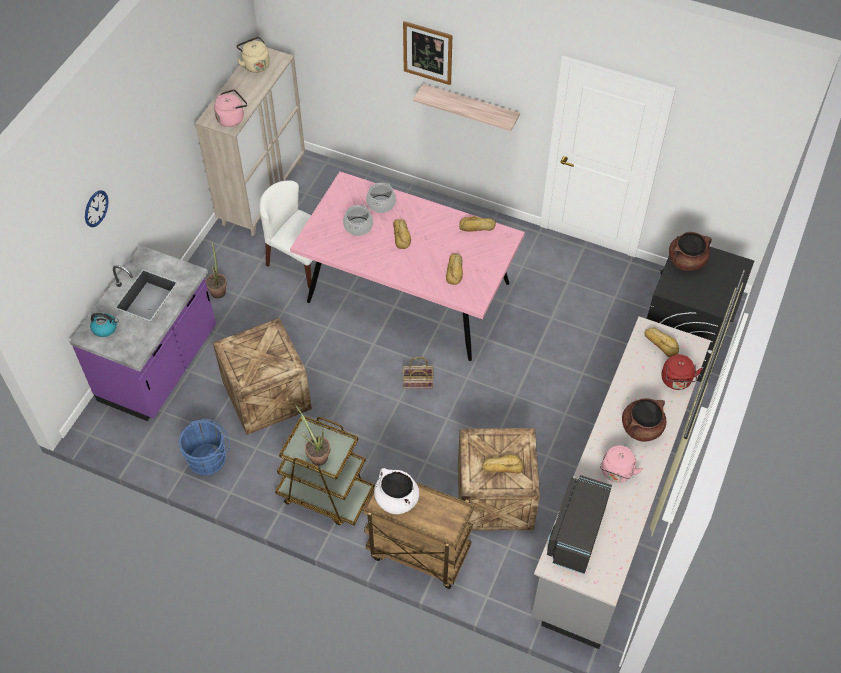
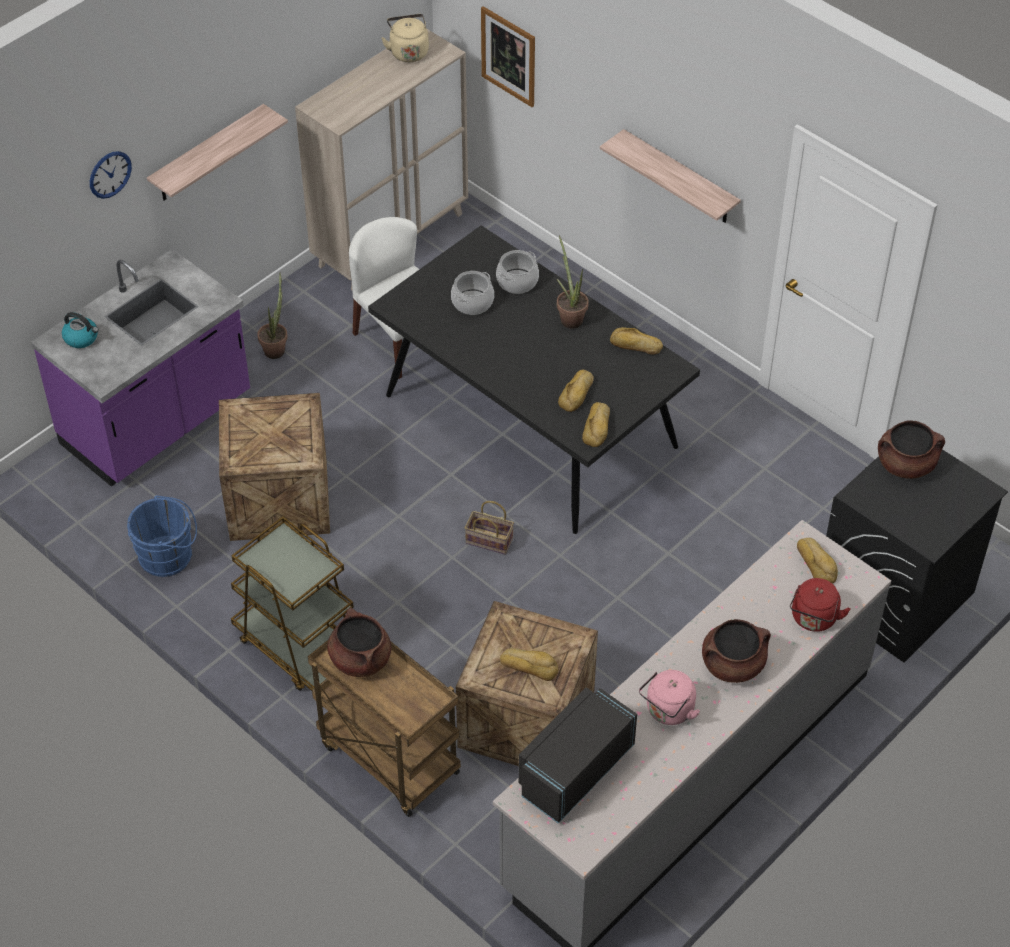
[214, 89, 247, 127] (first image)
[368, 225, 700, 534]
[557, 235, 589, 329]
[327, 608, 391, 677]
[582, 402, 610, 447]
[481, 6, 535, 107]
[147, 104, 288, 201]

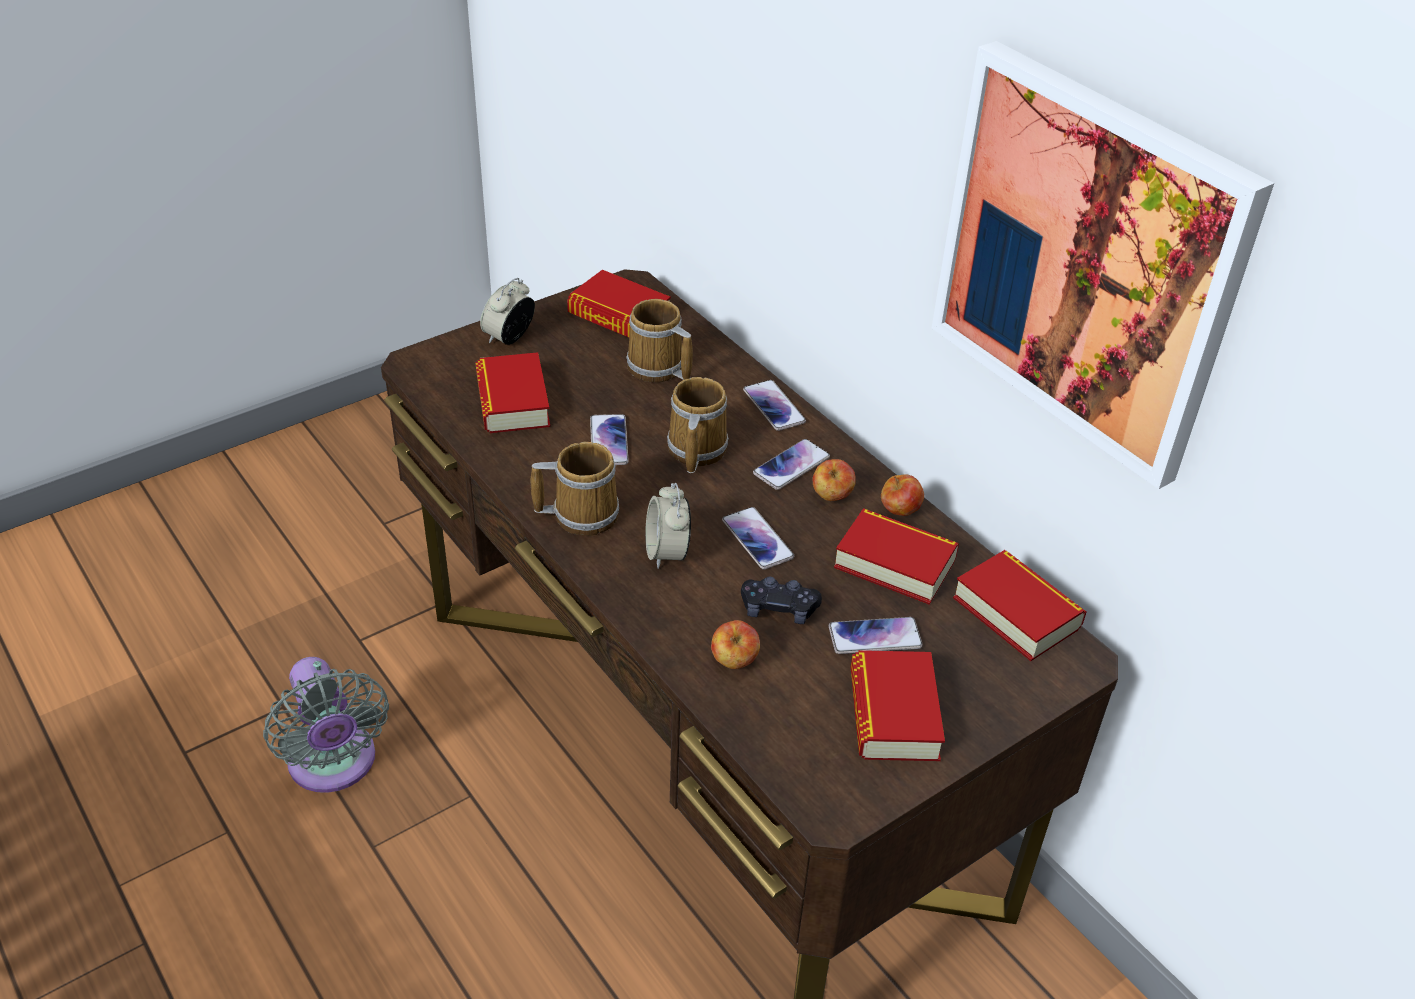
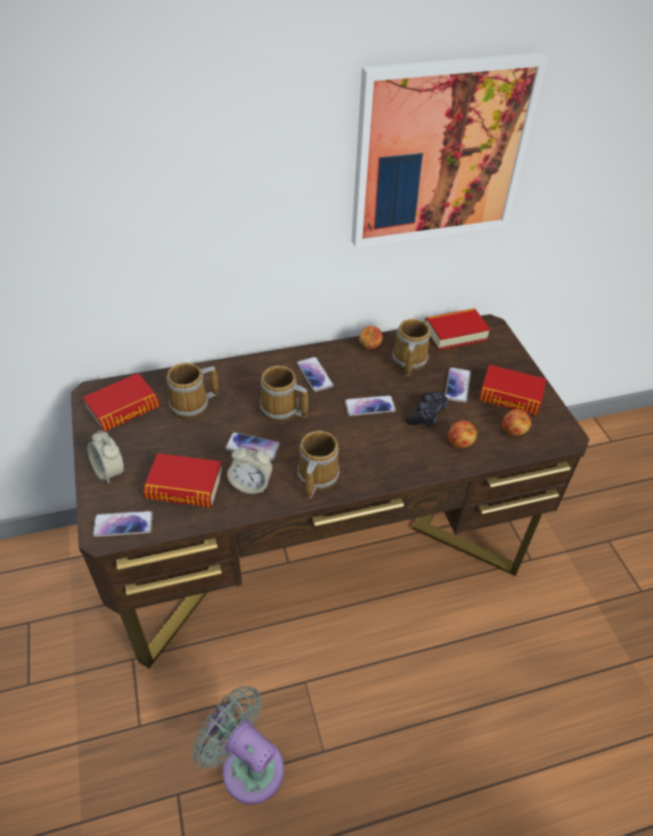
[192, 686, 284, 805]
[227, 444, 273, 494]
[92, 511, 153, 537]
[502, 409, 531, 436]
[392, 319, 430, 376]

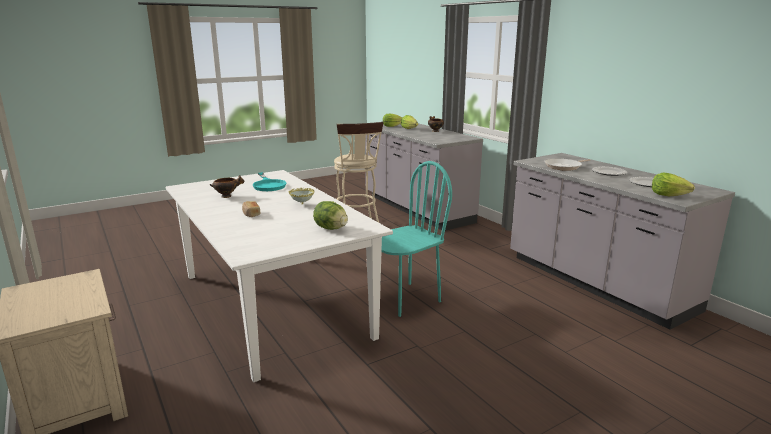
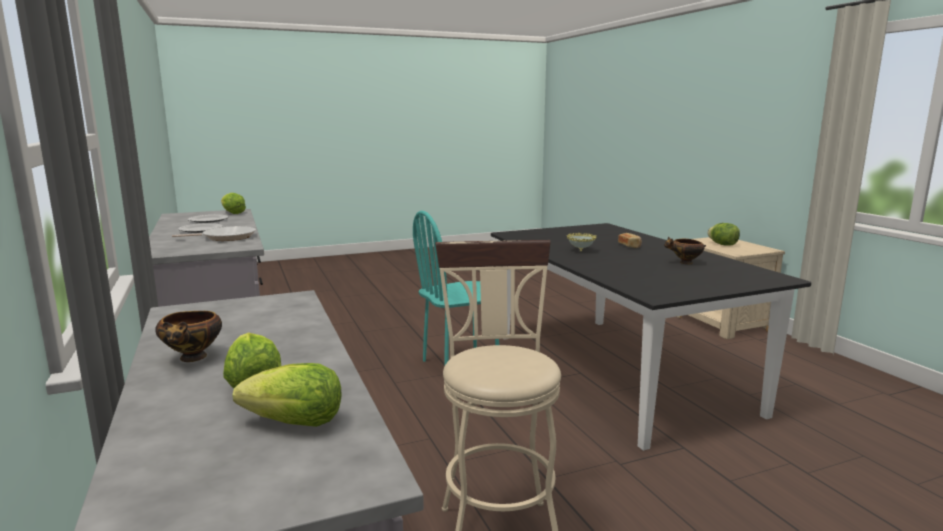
[491, 223, 811, 451]
[253, 172, 286, 191] (first image)
[707, 223, 740, 246]

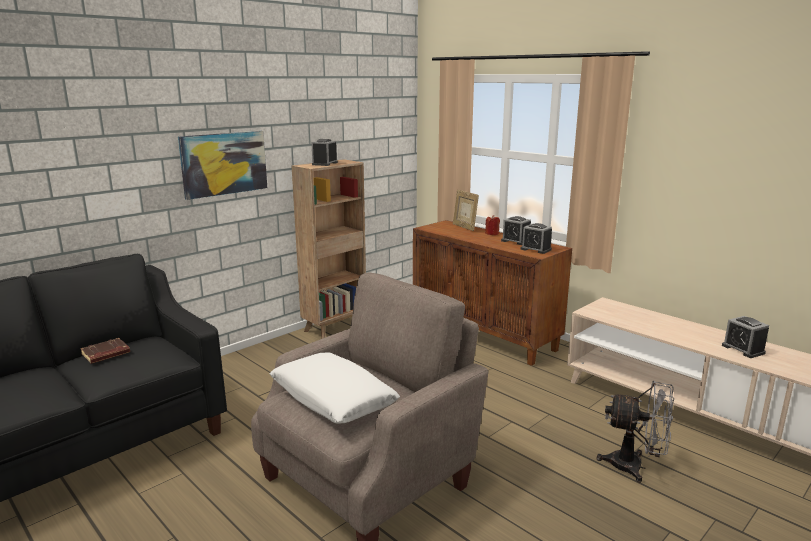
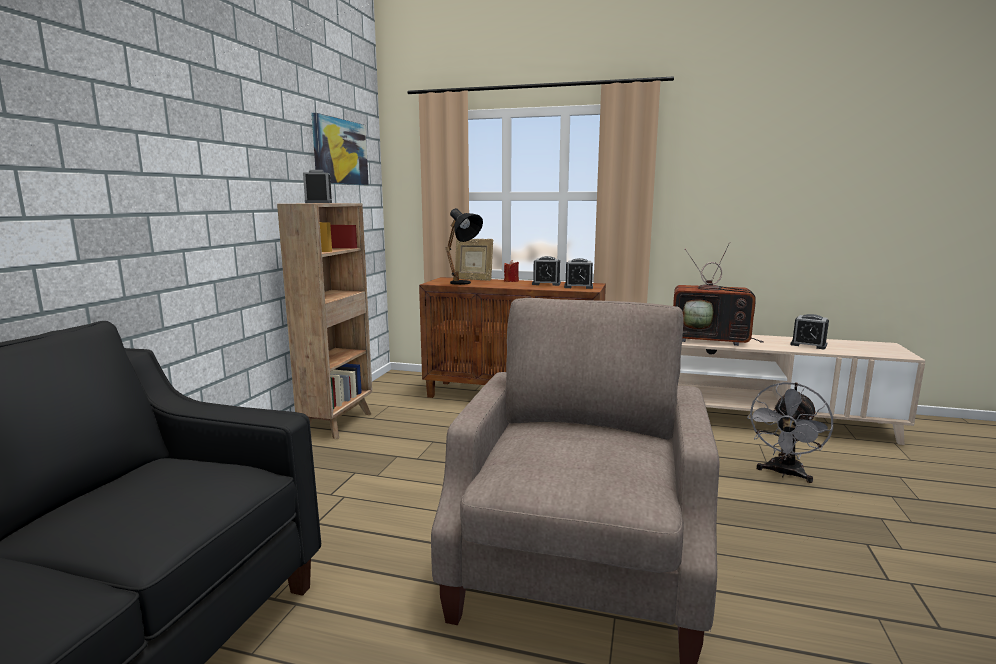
[80, 338, 130, 364] (first image)
[311, 113, 369, 185]
[270, 352, 400, 424] (first image)
[747, 382, 833, 483]
[446, 208, 483, 285]
[673, 242, 764, 346]

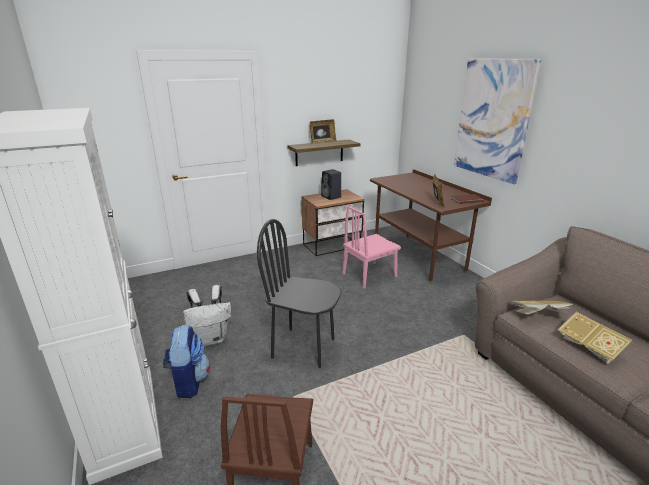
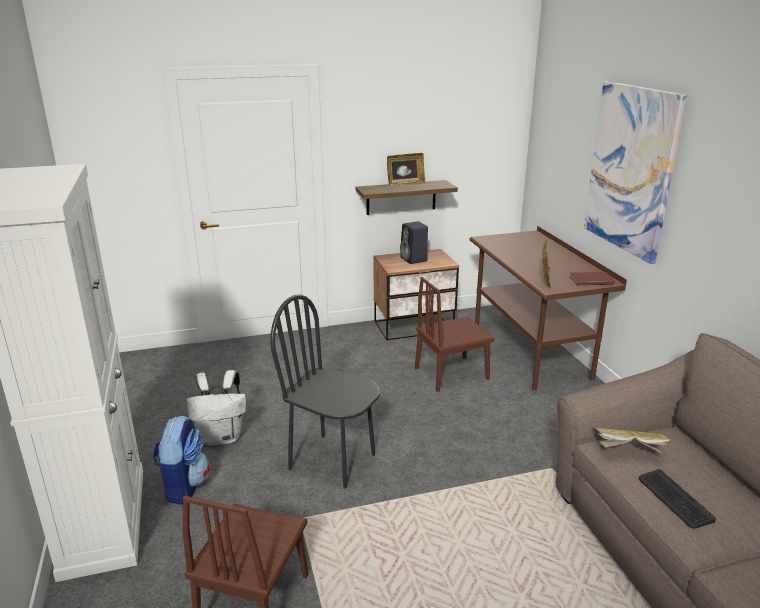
[415, 277, 495, 392]
[639, 469, 716, 529]

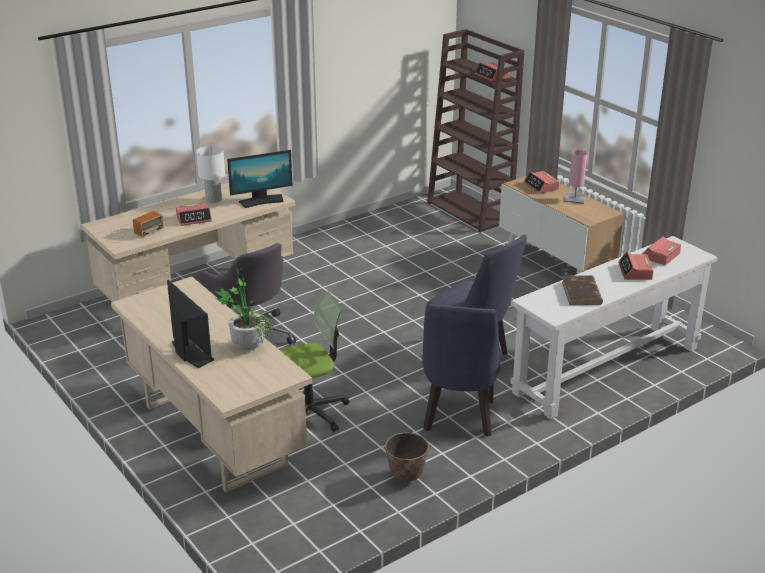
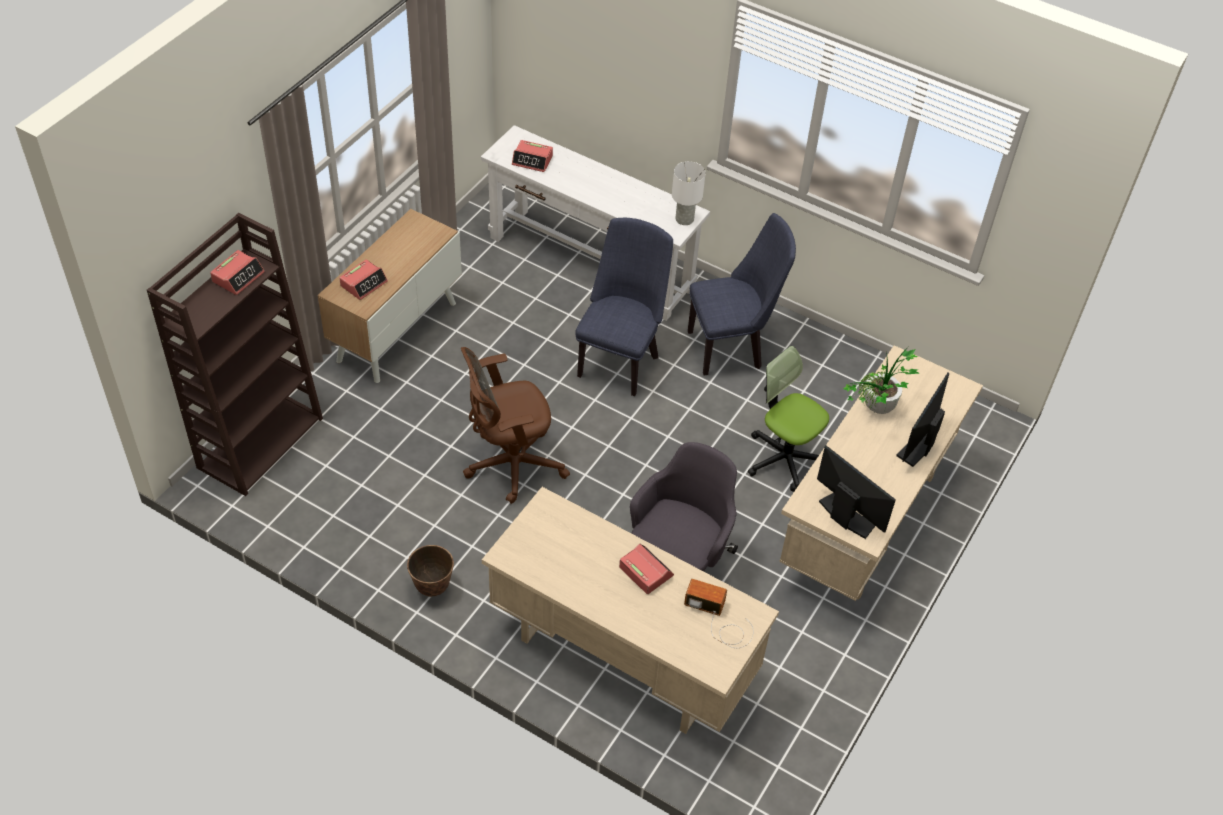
[672, 161, 706, 225]
[817, 445, 896, 539]
[407, 545, 454, 597]
[562, 275, 603, 305] (first image)
[564, 150, 587, 204] (first image)
[618, 252, 654, 280] (first image)
[461, 347, 570, 504]

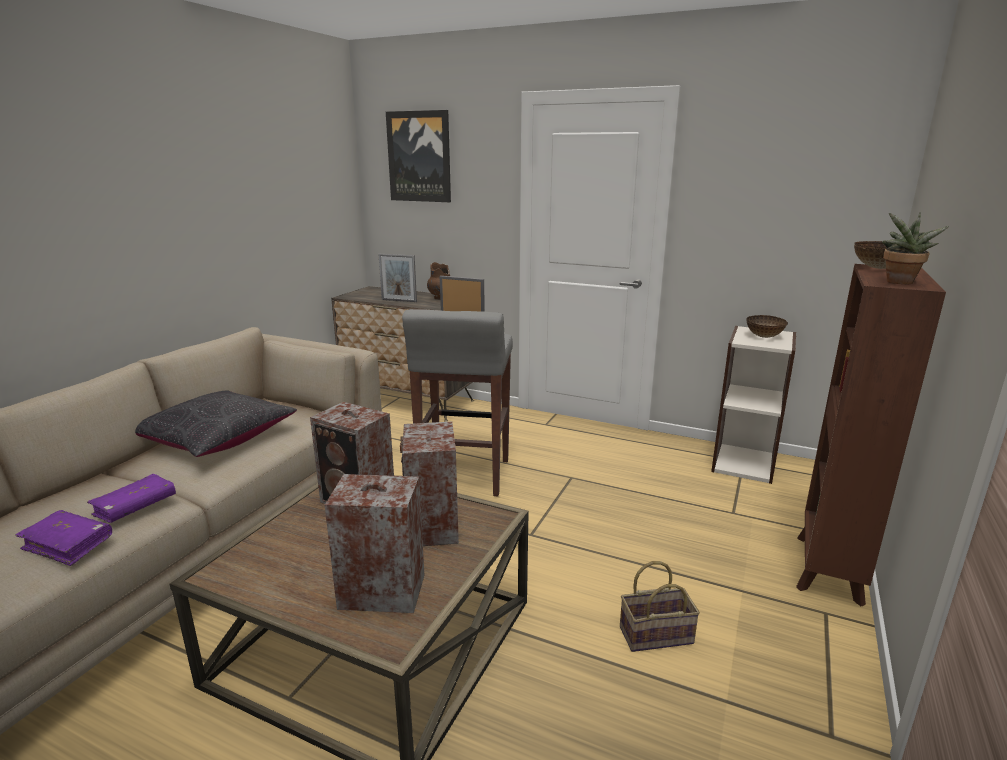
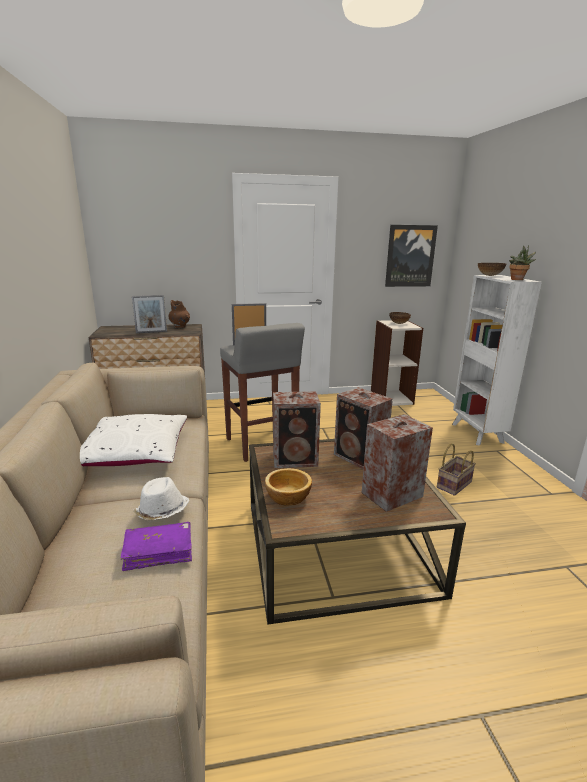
[133, 477, 189, 520]
[80, 414, 187, 466]
[385, 225, 438, 287]
[452, 275, 542, 446]
[265, 468, 312, 506]

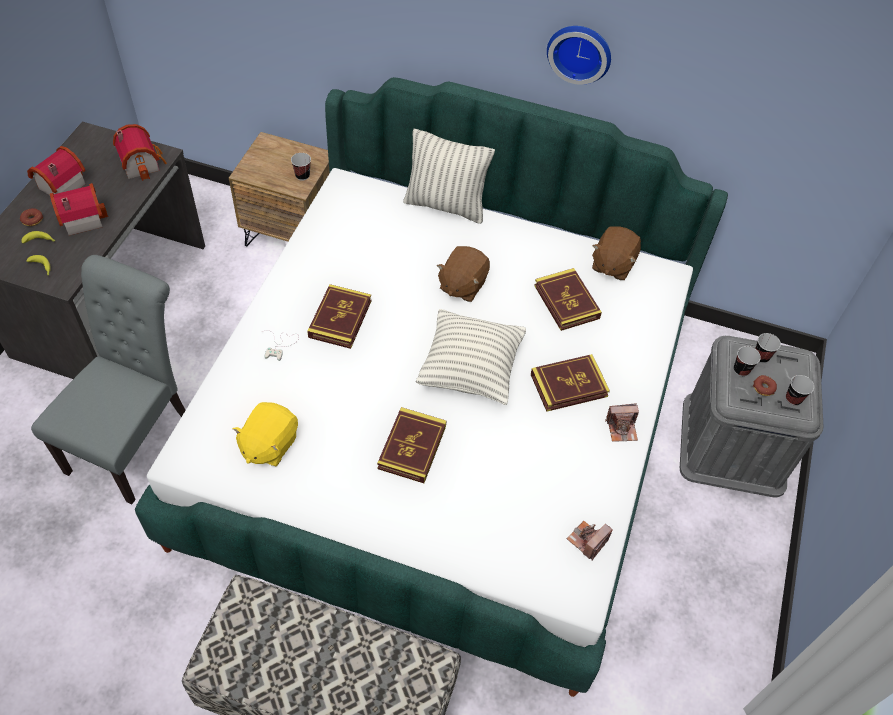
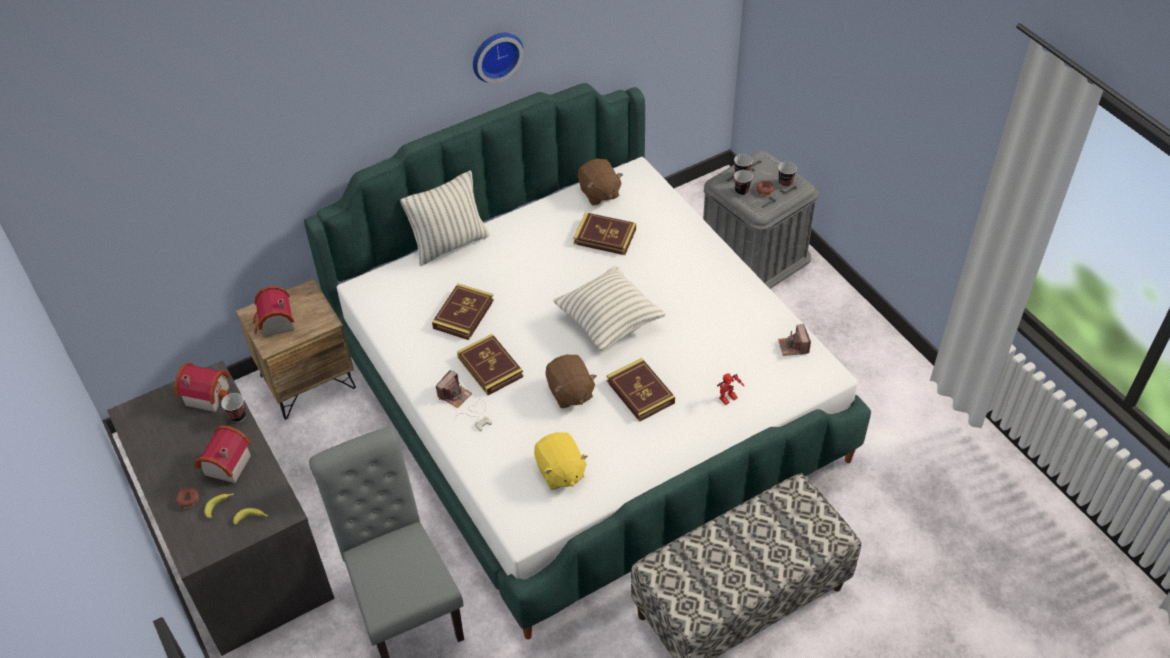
[253, 286, 295, 337]
[221, 393, 246, 423]
[546, 354, 597, 408]
[432, 284, 494, 340]
[436, 370, 472, 408]
[717, 374, 745, 405]

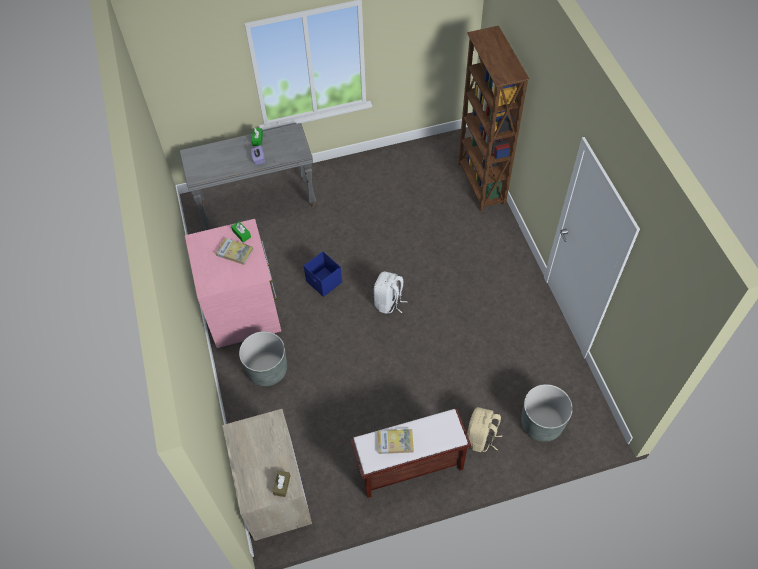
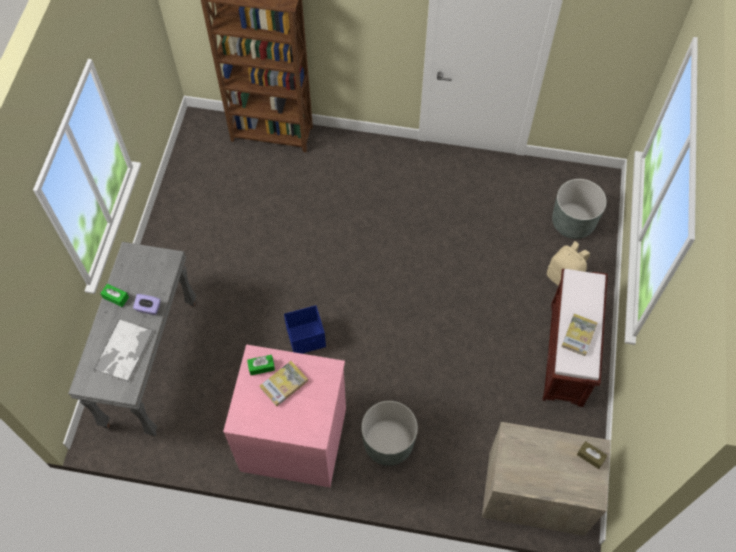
[374, 271, 408, 314] (first image)
[93, 319, 154, 382]

